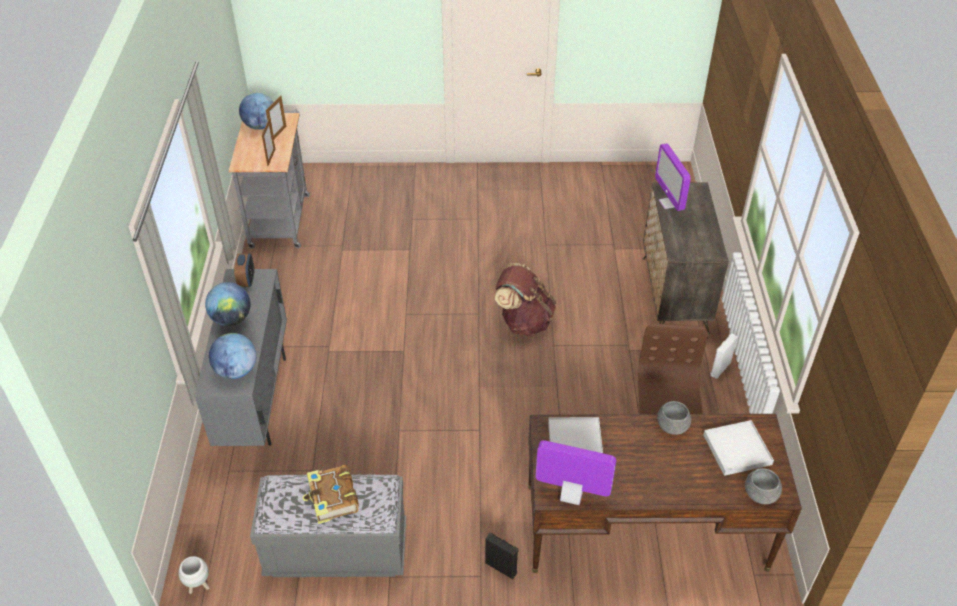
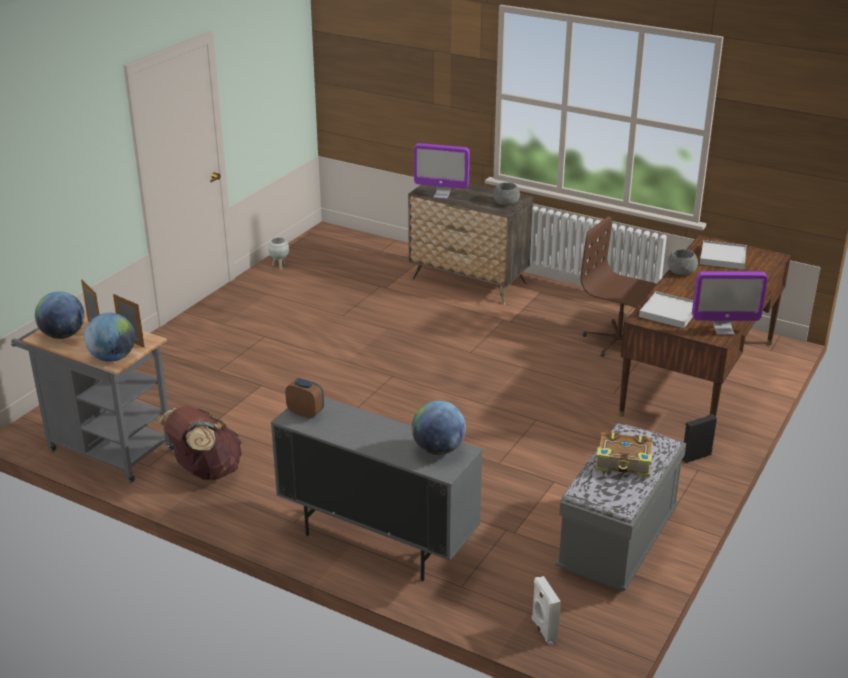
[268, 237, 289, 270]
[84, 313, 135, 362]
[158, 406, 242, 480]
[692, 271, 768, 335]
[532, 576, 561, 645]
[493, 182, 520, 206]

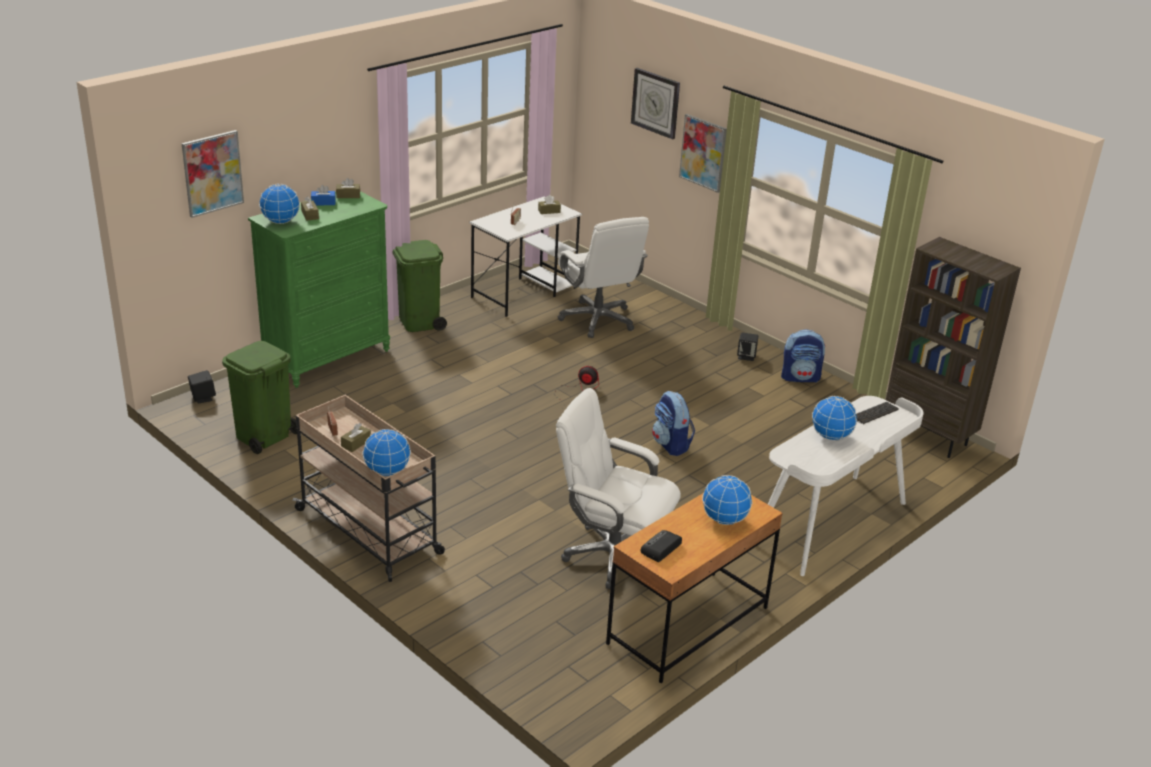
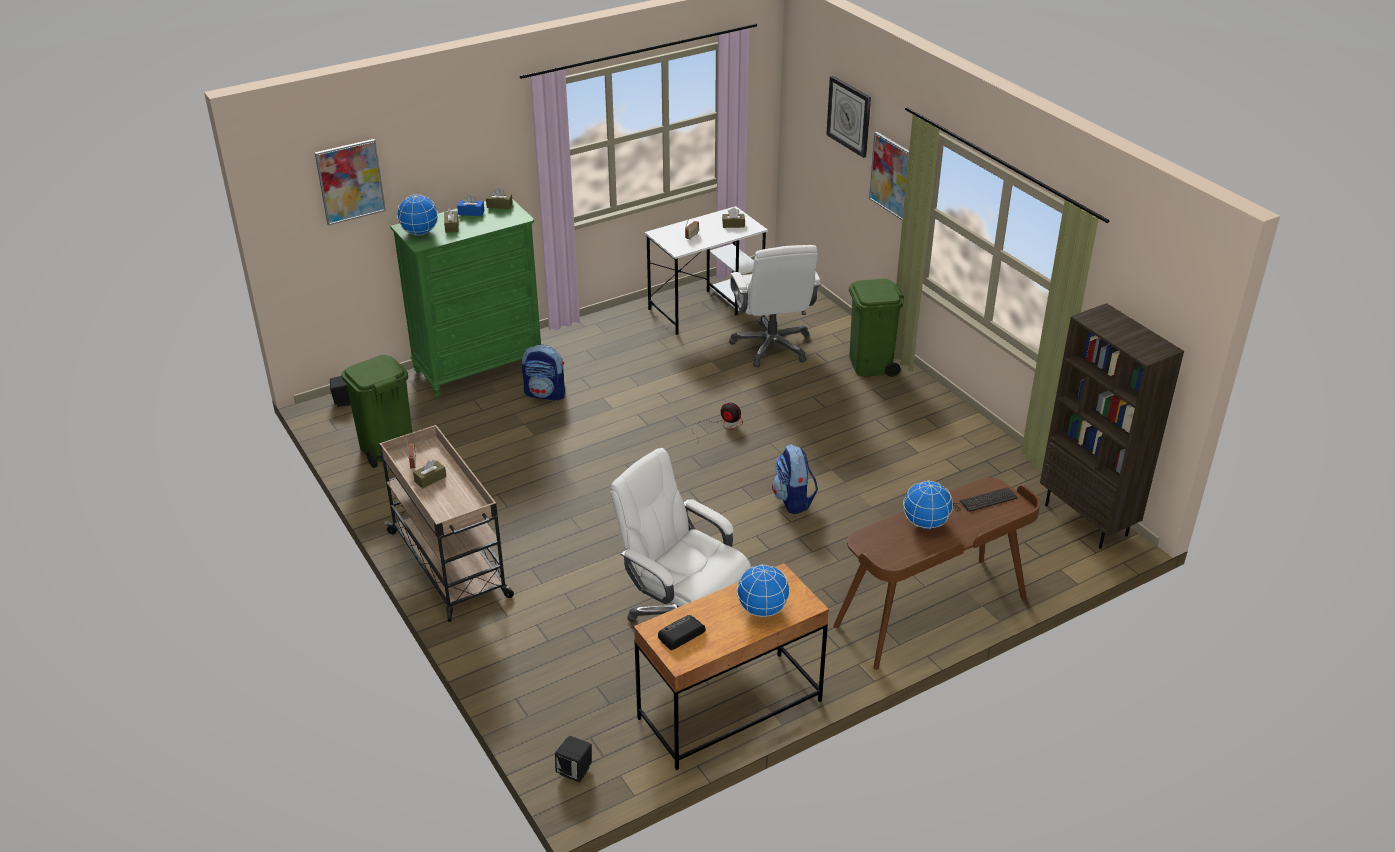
[362, 429, 411, 476] (first image)
[849, 279, 904, 377]
[555, 736, 592, 782]
[833, 478, 1040, 670]
[522, 345, 565, 401]

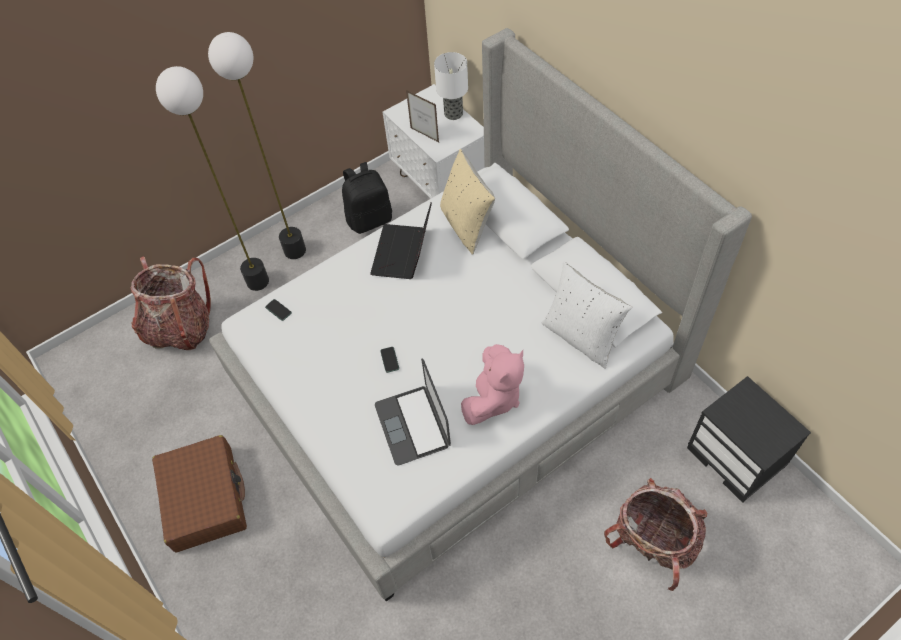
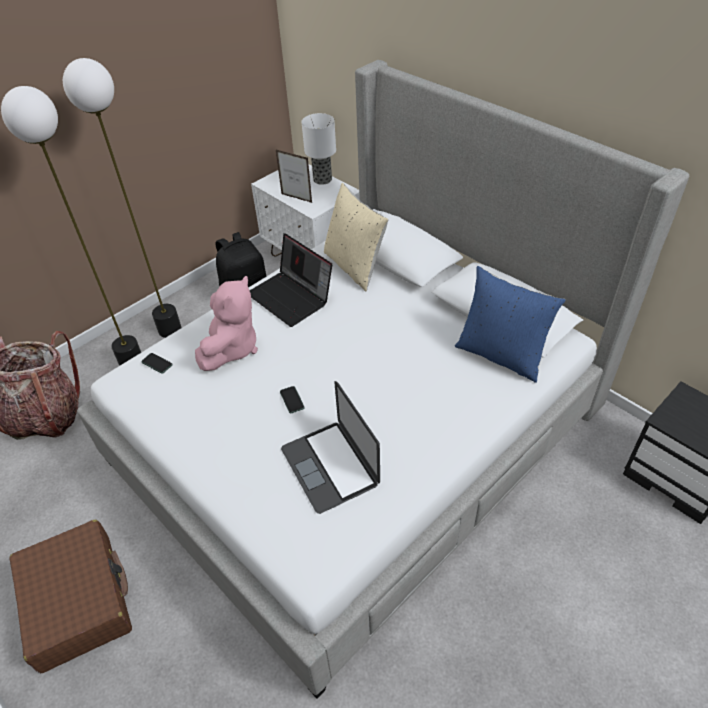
[250, 233, 332, 327]
[195, 276, 258, 371]
[455, 266, 566, 383]
[604, 478, 707, 591] (first image)

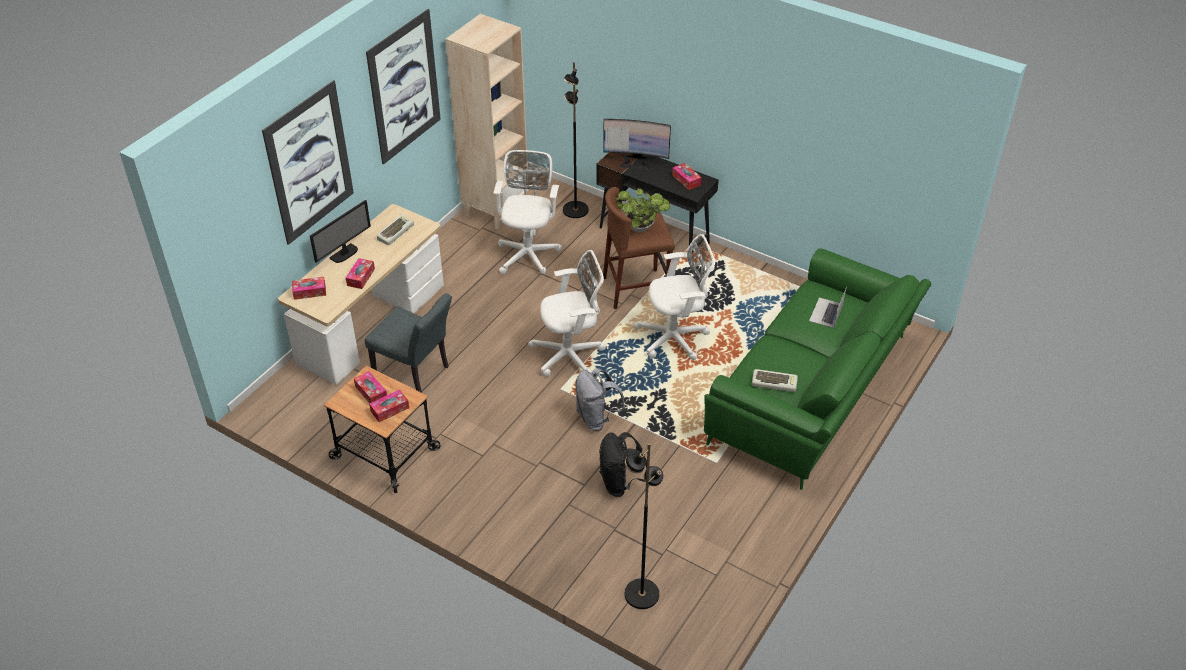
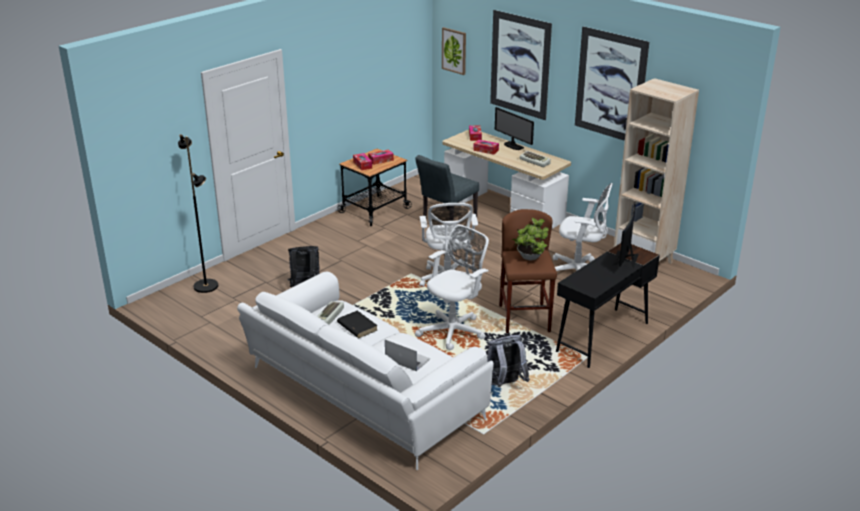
[563, 62, 588, 218] (first image)
[487, 335, 530, 387]
[415, 225, 489, 350]
[672, 163, 702, 190] (first image)
[237, 272, 494, 470]
[337, 311, 378, 338]
[442, 27, 466, 75]

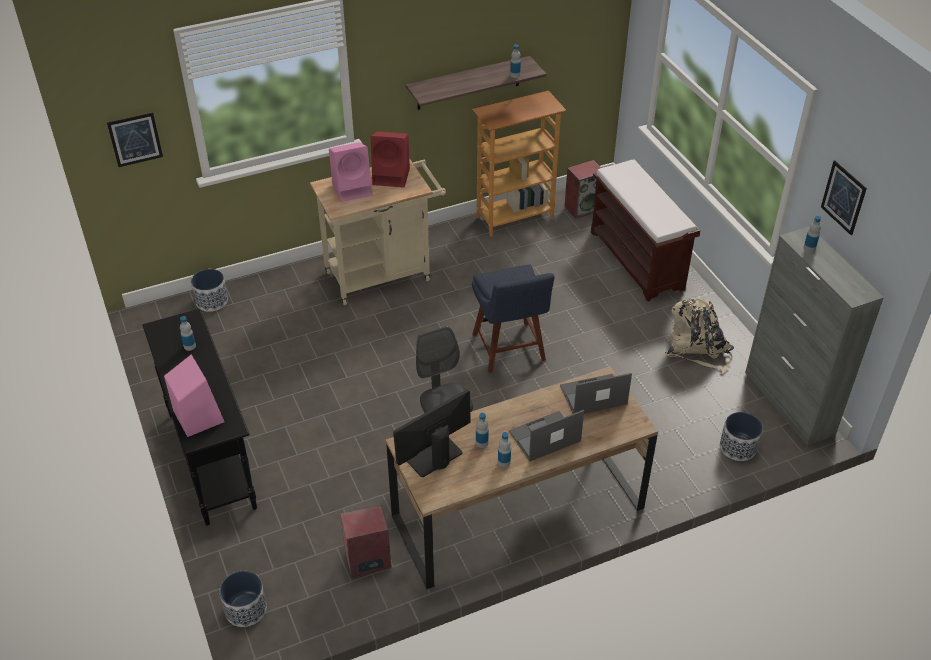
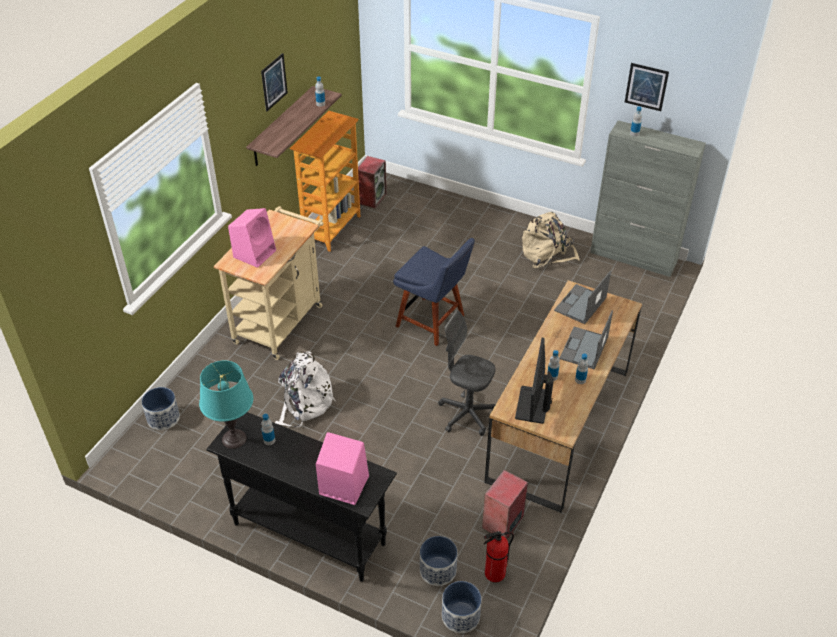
[261, 53, 288, 111]
[371, 131, 410, 188] (first image)
[591, 159, 700, 302] (first image)
[420, 536, 457, 586]
[199, 361, 253, 449]
[275, 351, 335, 428]
[483, 531, 514, 582]

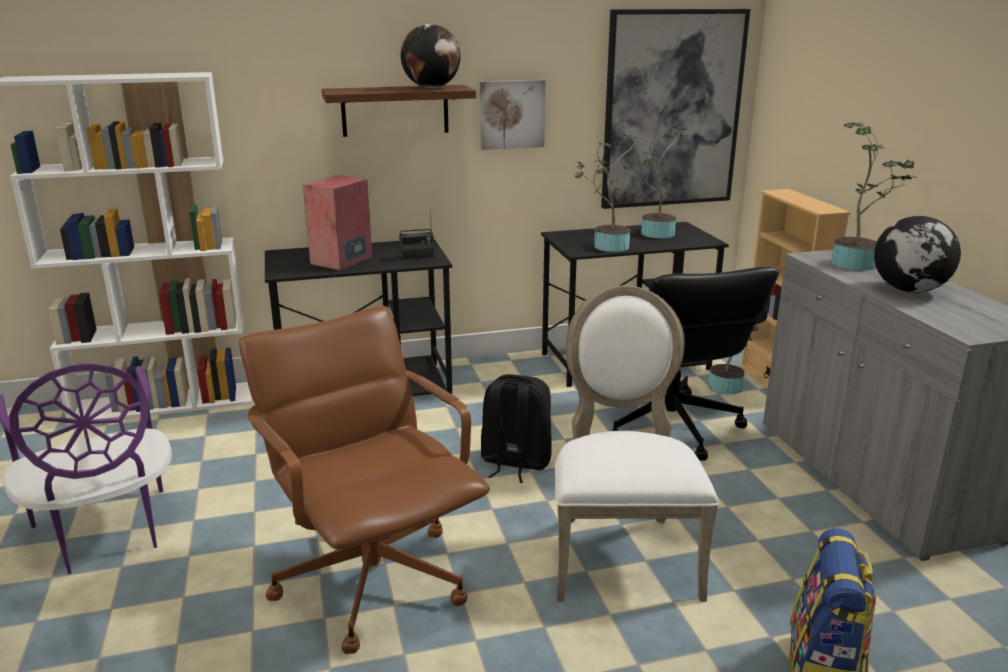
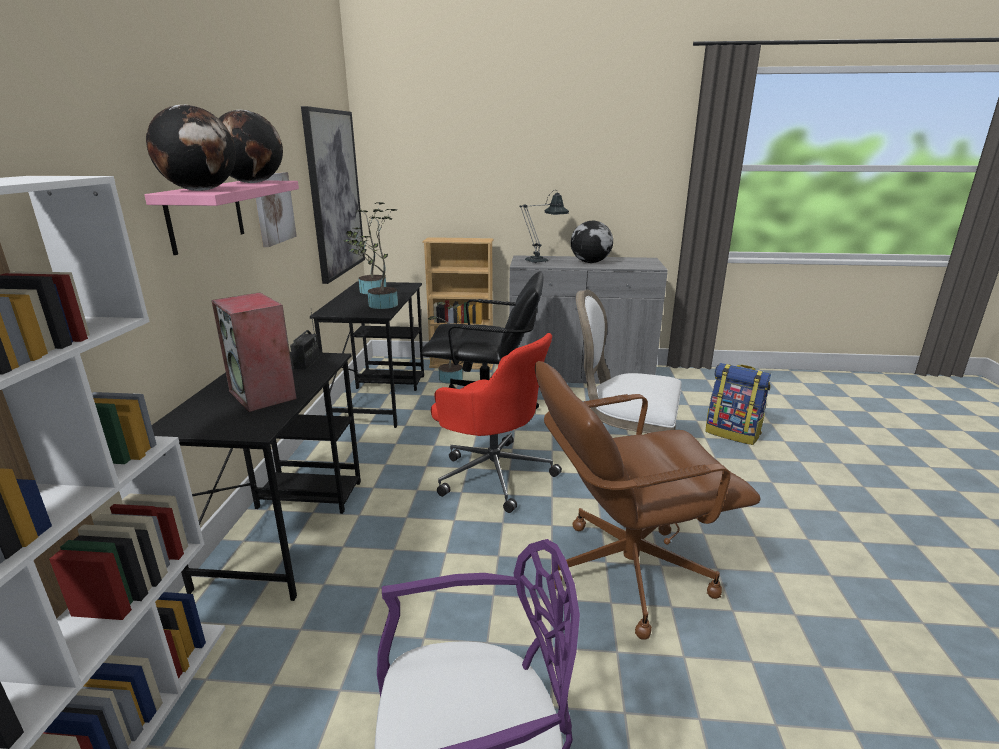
[144, 181, 299, 255]
[431, 333, 562, 513]
[520, 190, 569, 263]
[146, 105, 236, 191]

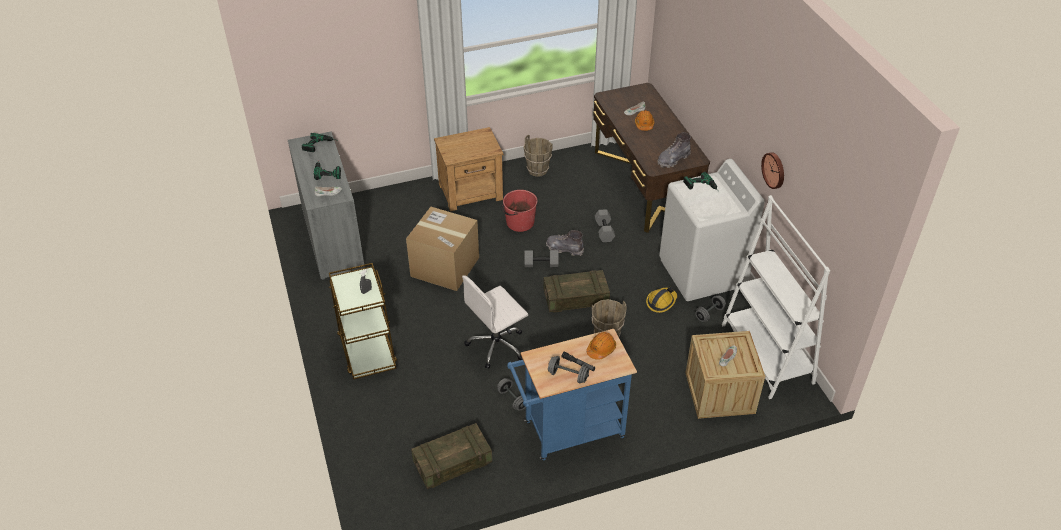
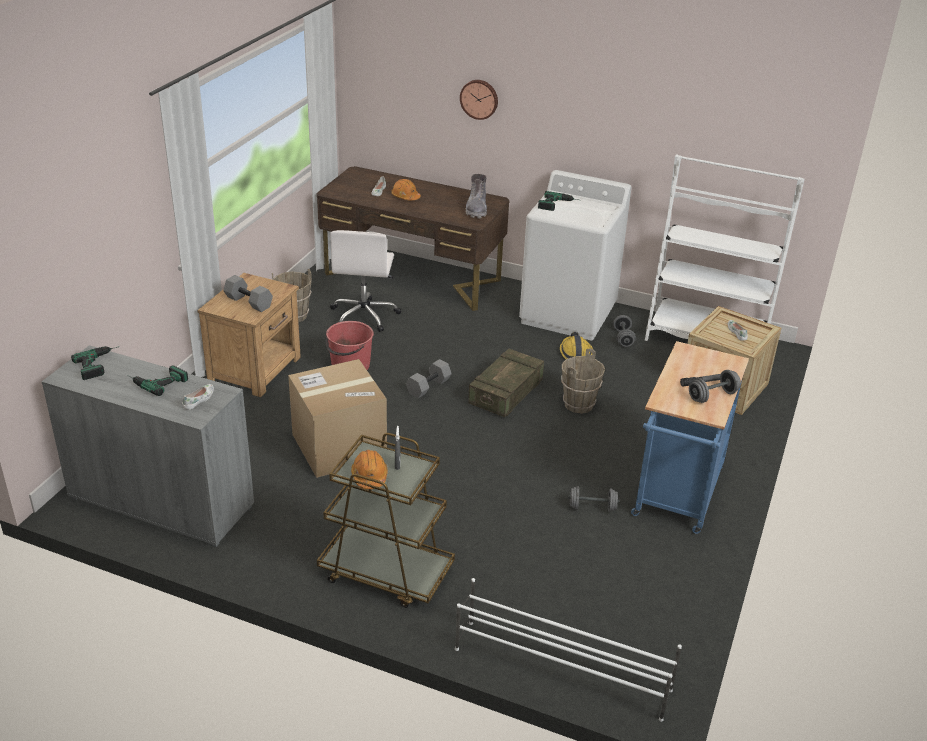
[411, 423, 492, 489] (first image)
[330, 230, 401, 332]
[546, 230, 584, 256] (first image)
[351, 450, 388, 489]
[223, 275, 273, 312]
[460, 80, 498, 120]
[455, 578, 682, 722]

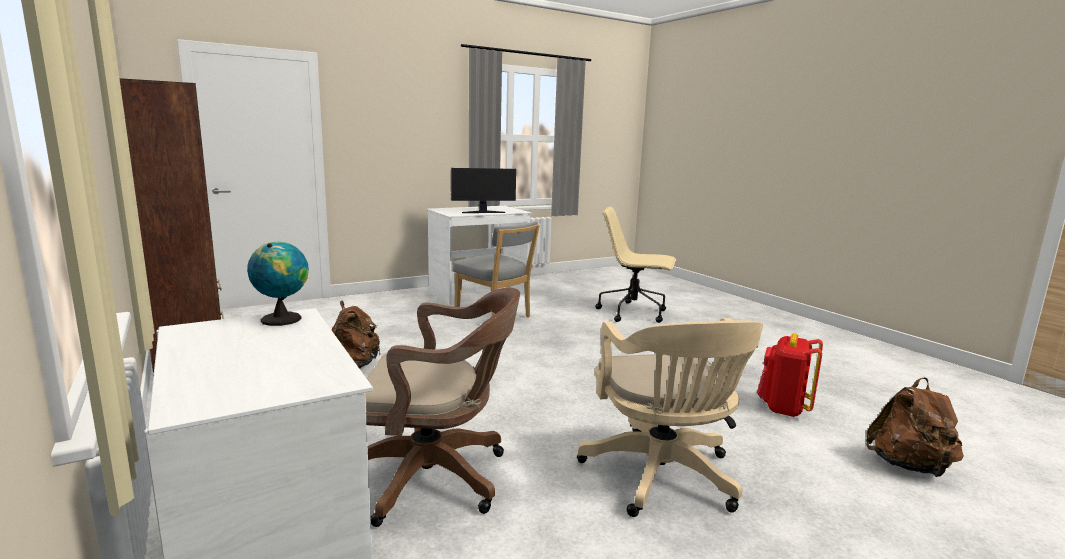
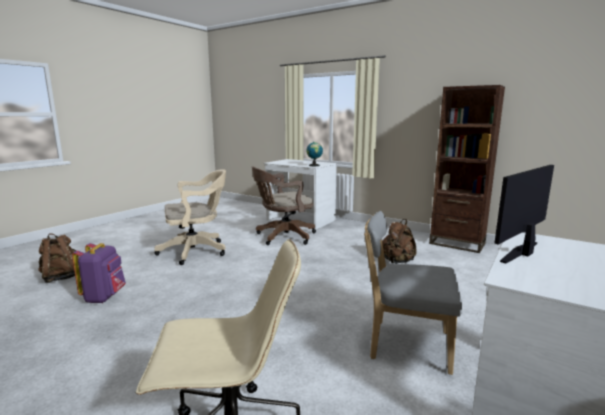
[154, 169, 226, 265]
[72, 243, 126, 303]

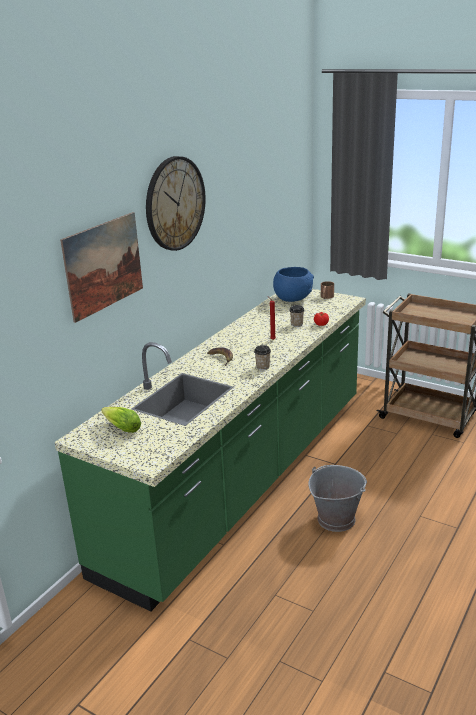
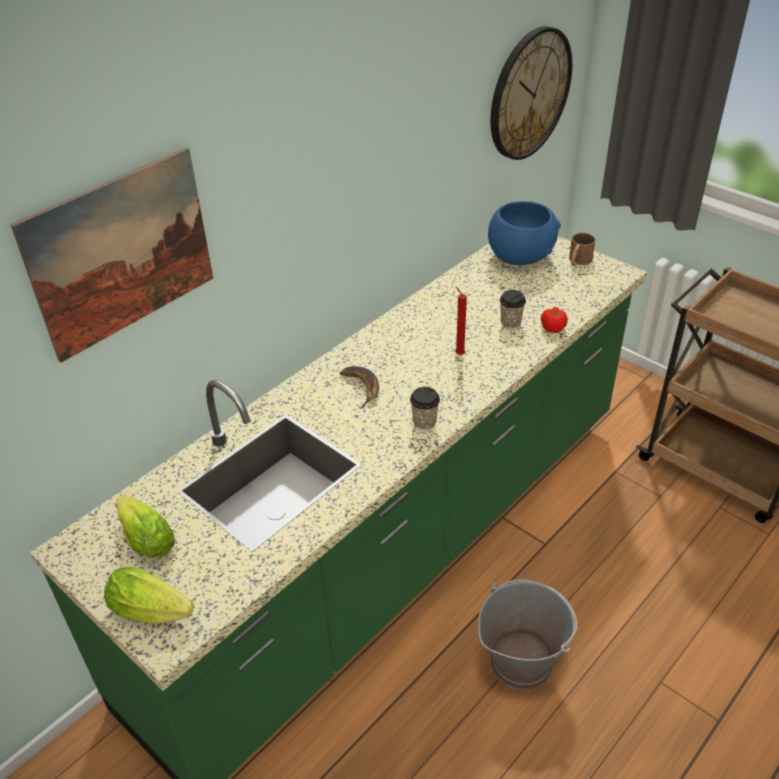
[490, 26, 572, 160]
[104, 567, 194, 623]

